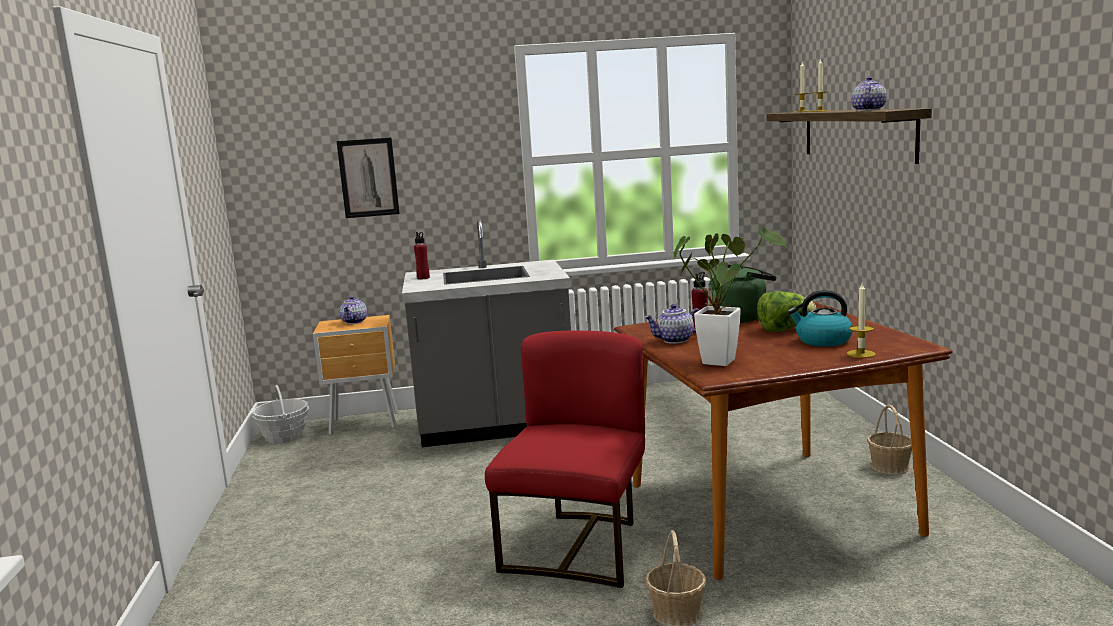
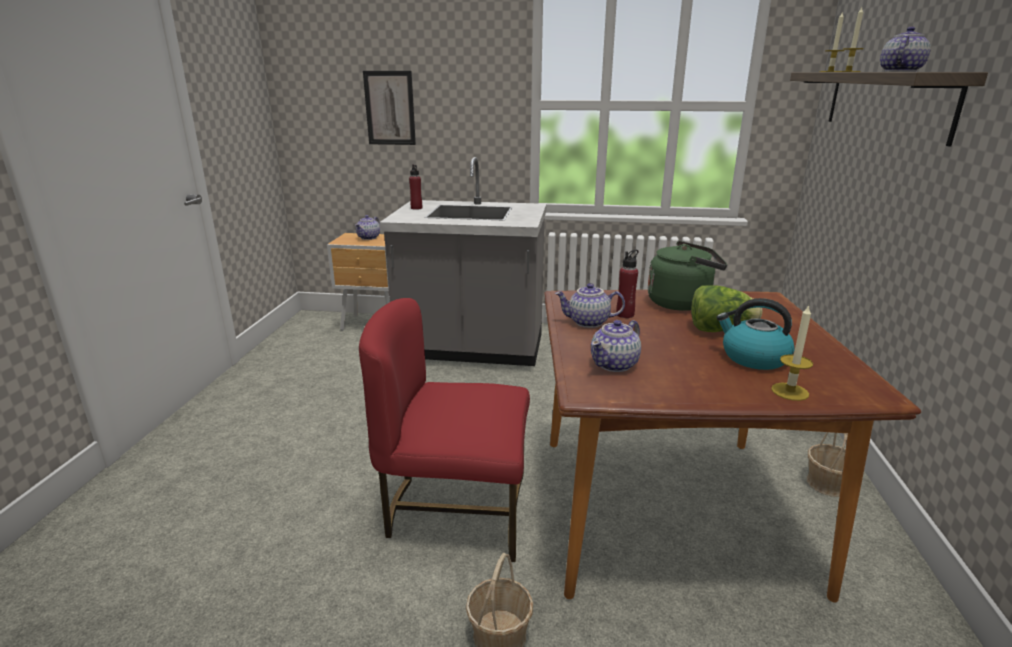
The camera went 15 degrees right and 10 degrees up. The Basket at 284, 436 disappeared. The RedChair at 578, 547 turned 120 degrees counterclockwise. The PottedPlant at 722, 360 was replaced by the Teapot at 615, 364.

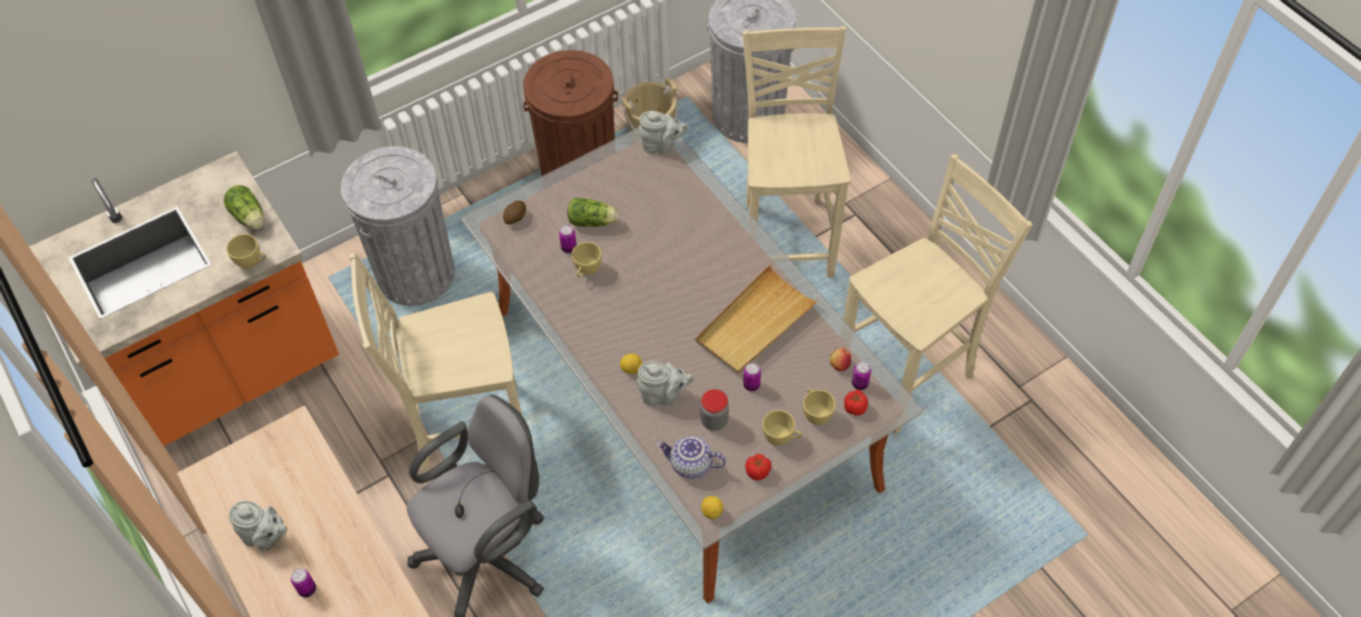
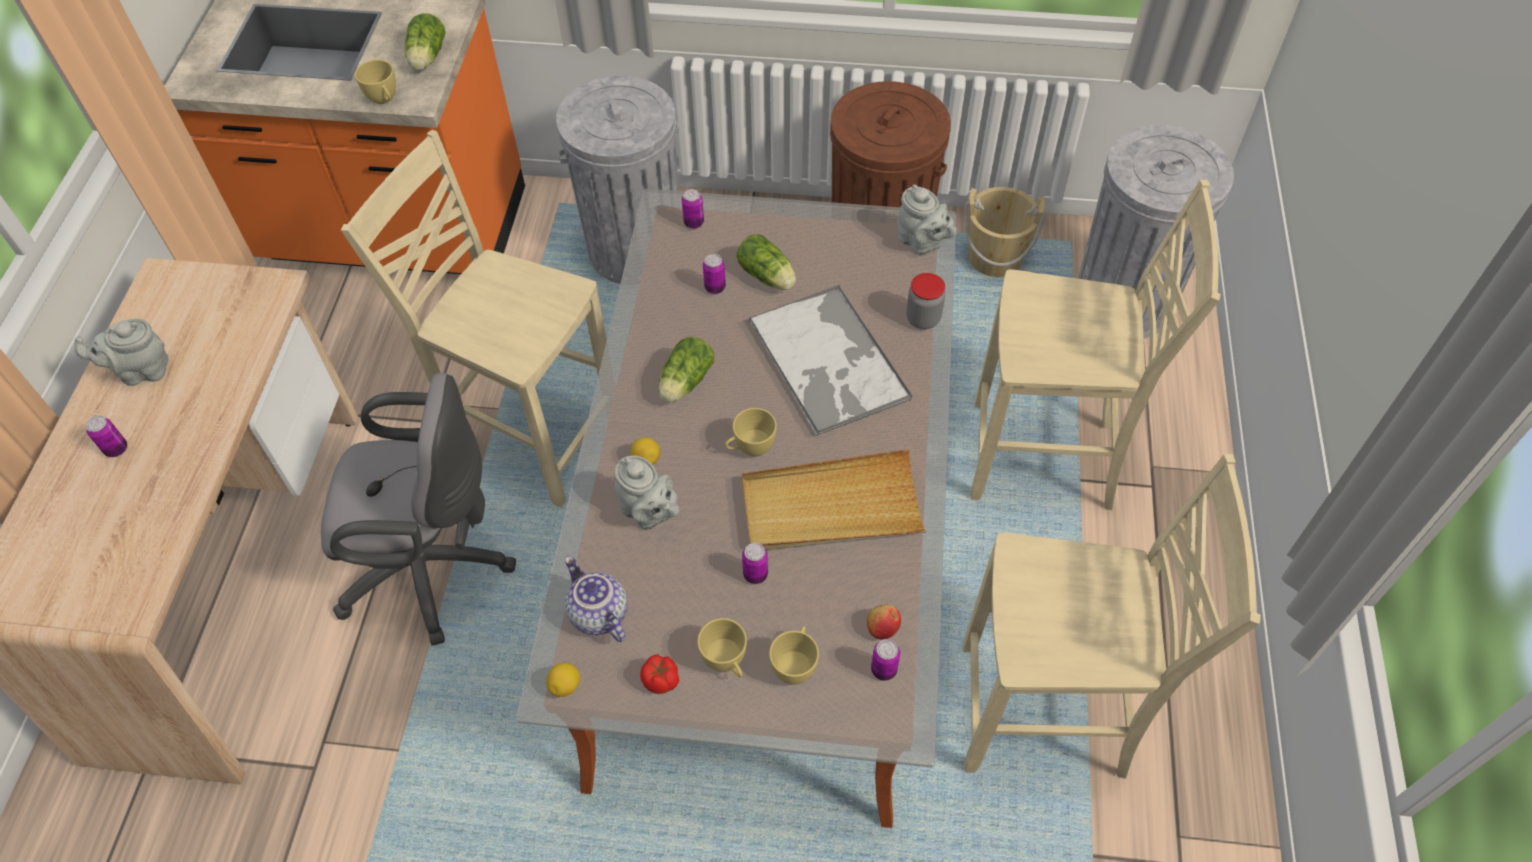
The camera went 40 degrees right and 0 degrees up. The GreyTeapot at 265, 537 turned 105 degrees clockwise. The Potato at 515, 218 was replaced by the Can at 694, 223. The YellowCup moved from 586, 271 to 750, 448. The Jar moved from 714, 420 to 923, 318. The BeigeChair at 787, 237 turned 60 degrees clockwise. The Tomato at 855, 407 disappeared. The Lettuce at 684, 383 appeared. The Tray at 829, 361 appeared.

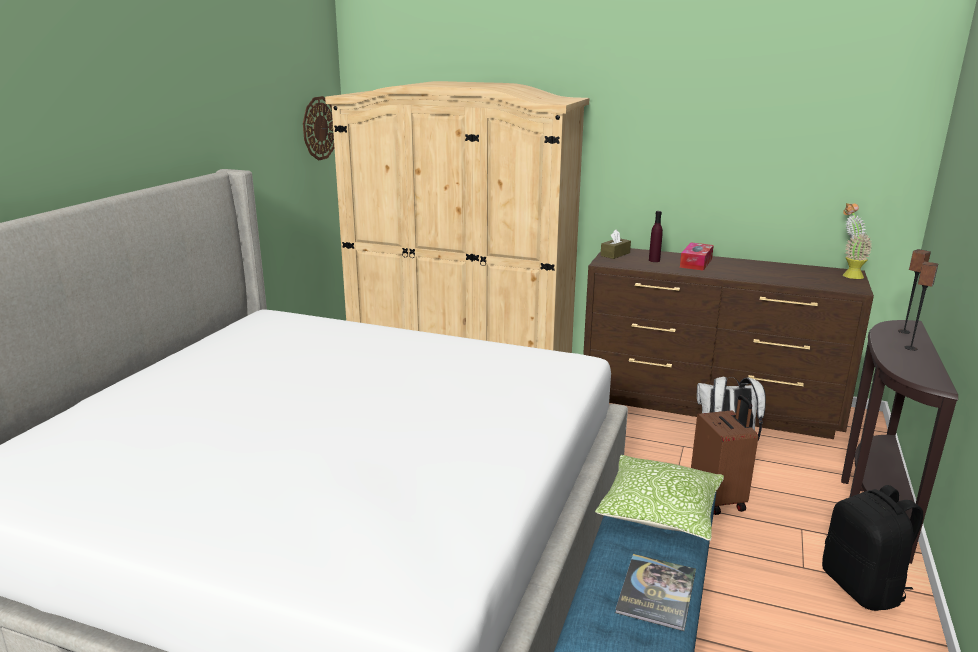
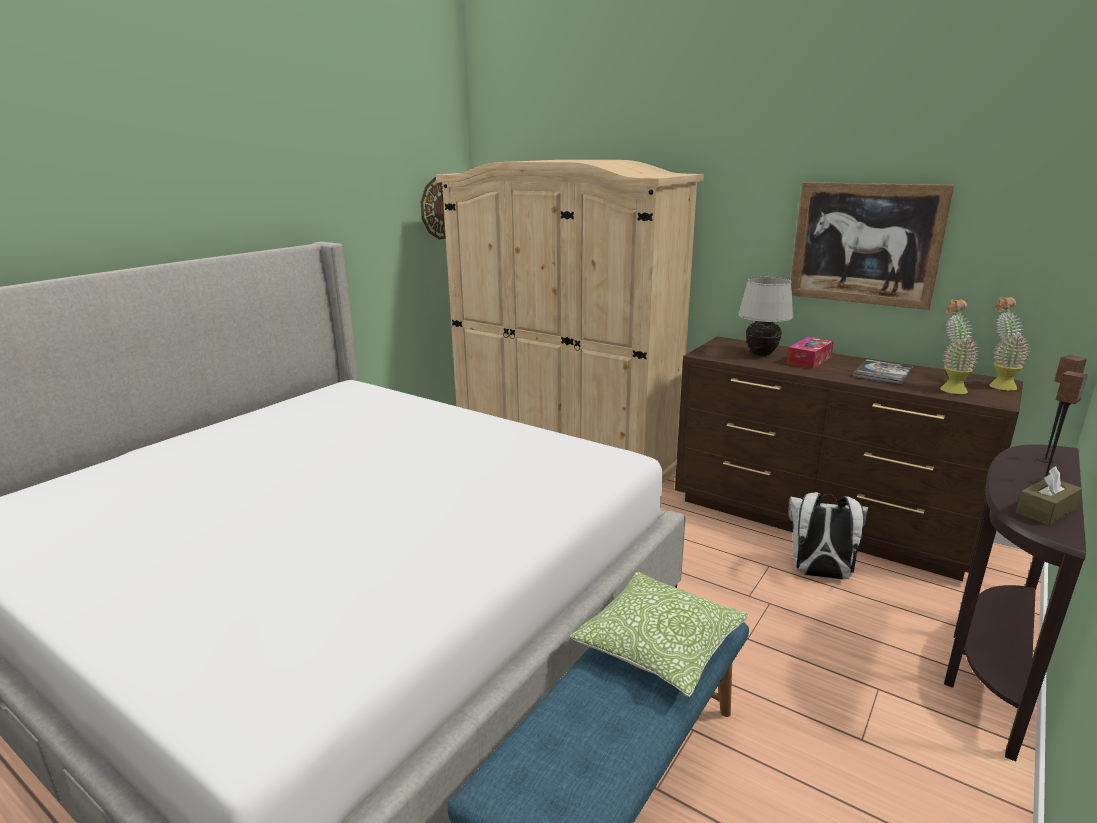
The camera went 15 degrees right and 0 degrees up. The BrownTissueBox moved from 615, 254 to 1045, 511. The Book moved from 656, 592 to 883, 373. The PurpleBottle at 654, 260 was replaced by the WhiteTableLamp at 761, 354. The BrownSuitcase at 719, 499 disappeared. The BlackBackpack at 863, 588 disappeared. The Picture at 865, 244 appeared. The PottedPlant at 948, 388 appeared.

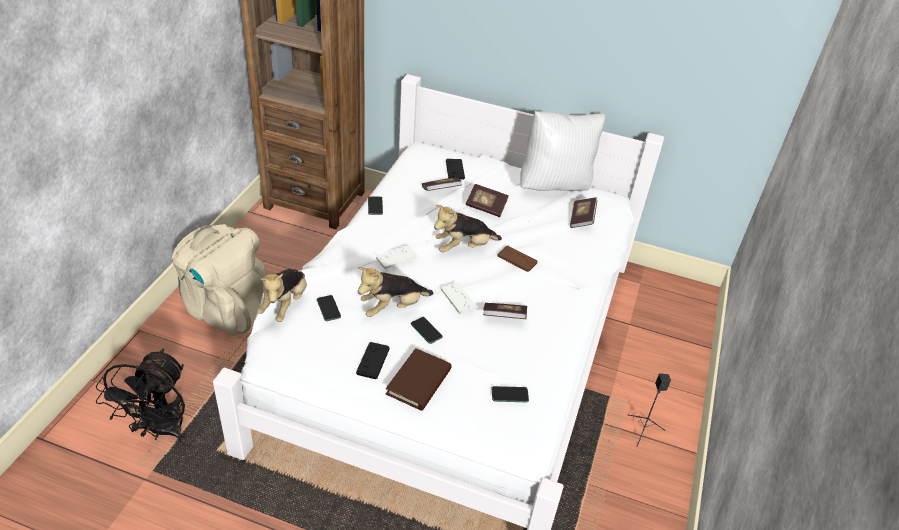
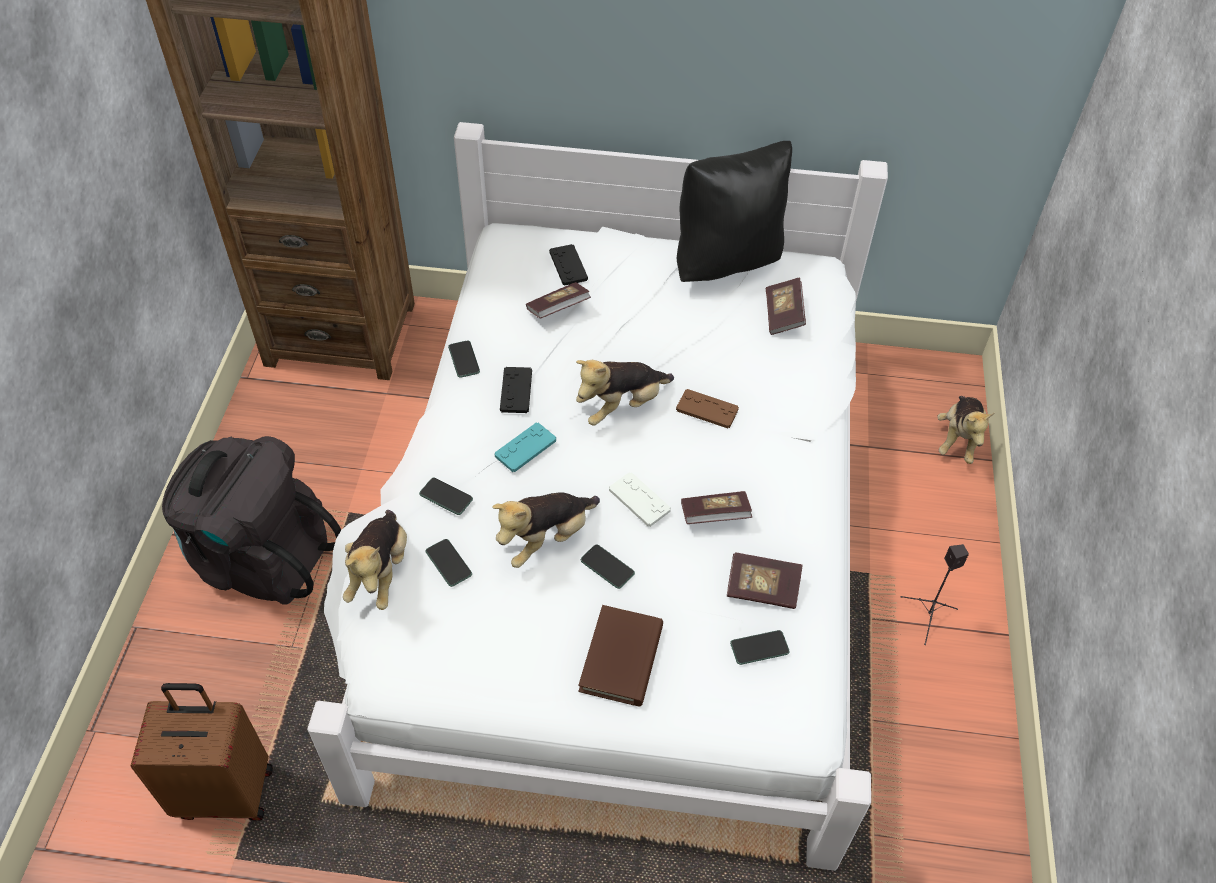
The camera went 10 degrees left and 10 degrees up. The BlackFan at 160, 431 was replaced by the BrownSuitcase at 226, 790. The BeigeBackpack at 226, 308 became the BlackBackpack at 261, 558. The BlackGameController moved from 373, 361 to 516, 391. The WhiteGameController at 396, 257 became the TurquoiseGameController at 525, 448. The Book moved from 486, 207 to 762, 589. The WhitePillow at 555, 185 became the BlackPillow at 727, 261. The Phone at 446, 497 appeared. The PlushToy at 958, 439 appeared.

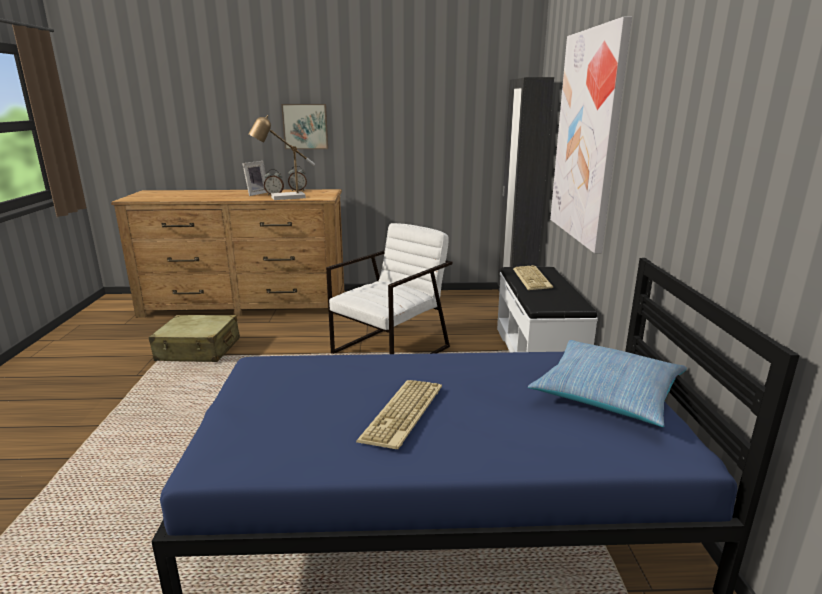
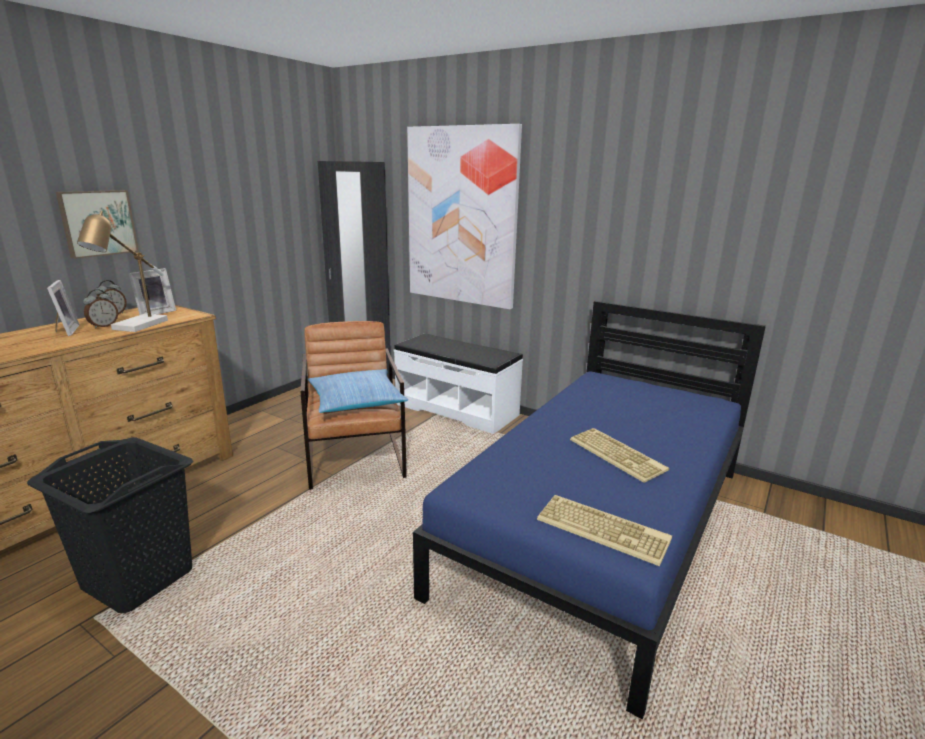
The camera went 55 degrees left and 0 degrees up. The BeigeSuitcase at 198, 350 was replaced by the BlackLaundryBasket at 139, 577. The WhiteArmchair at 391, 350 became the BrownArmchair at 355, 458. The Keyboard moved from 533, 279 to 604, 529. The Pillow moved from 607, 393 to 356, 400. The PictureFrame at 155, 313 appeared.

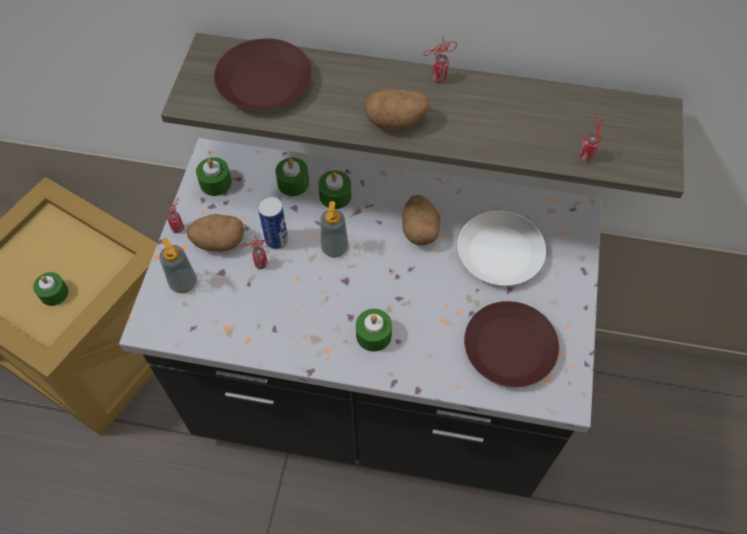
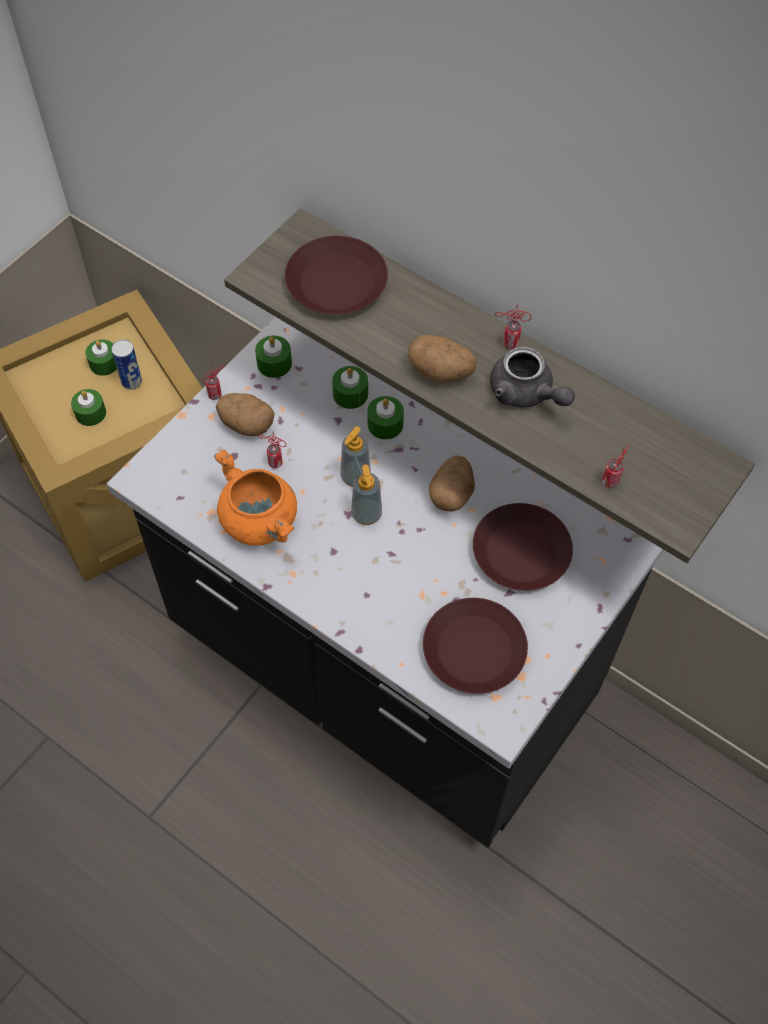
The camera went 25 degrees right and 0 degrees up. The SoapDispenser moved from 183, 283 to 366, 514. The Can moved from 276, 240 to 132, 382. The GreenCandle moved from 373, 335 to 104, 363. The WhitePlate at 499, 253 became the BrownPlate at 520, 552. The OrangeCookingPot at 261, 521 appeared. The GreyTeapot at 526, 394 appeared.

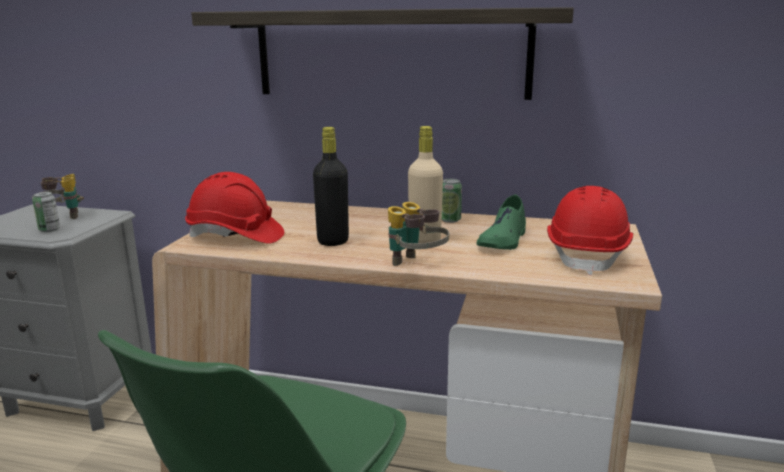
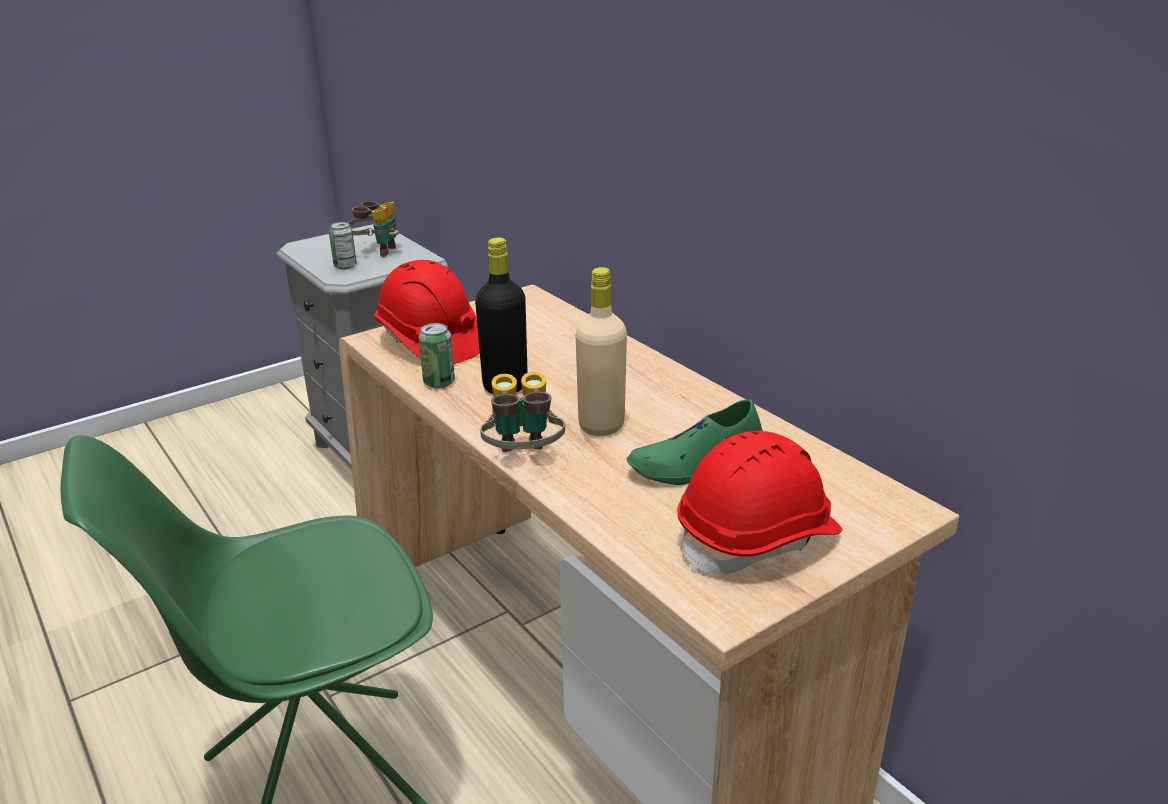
The camera went 40 degrees right and 10 degrees up. The Shelf at 390, 54 disappeared. The Can moved from 450, 220 to 439, 382.

